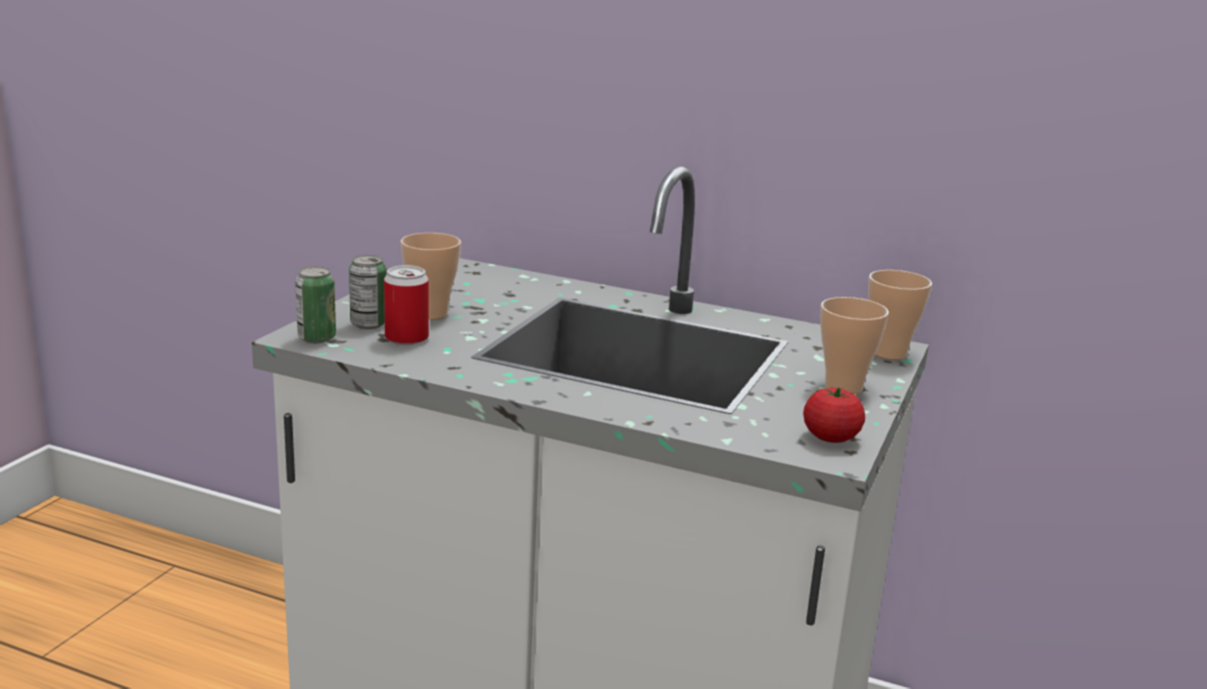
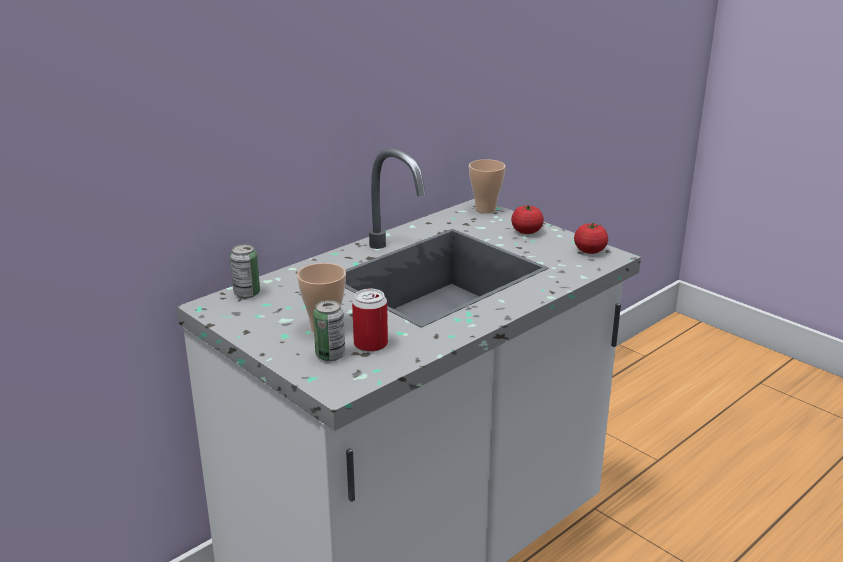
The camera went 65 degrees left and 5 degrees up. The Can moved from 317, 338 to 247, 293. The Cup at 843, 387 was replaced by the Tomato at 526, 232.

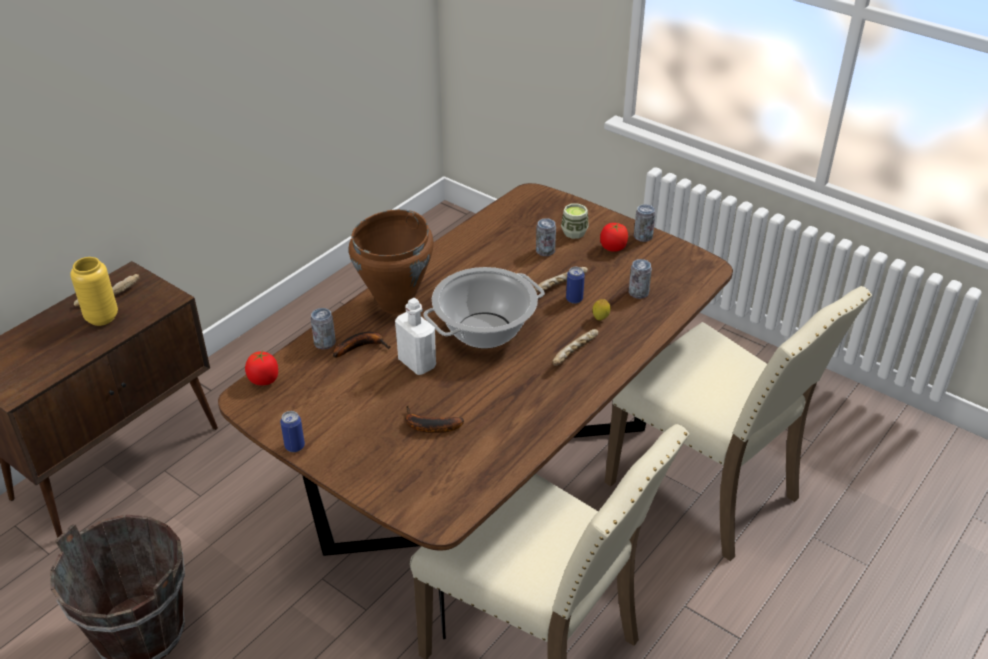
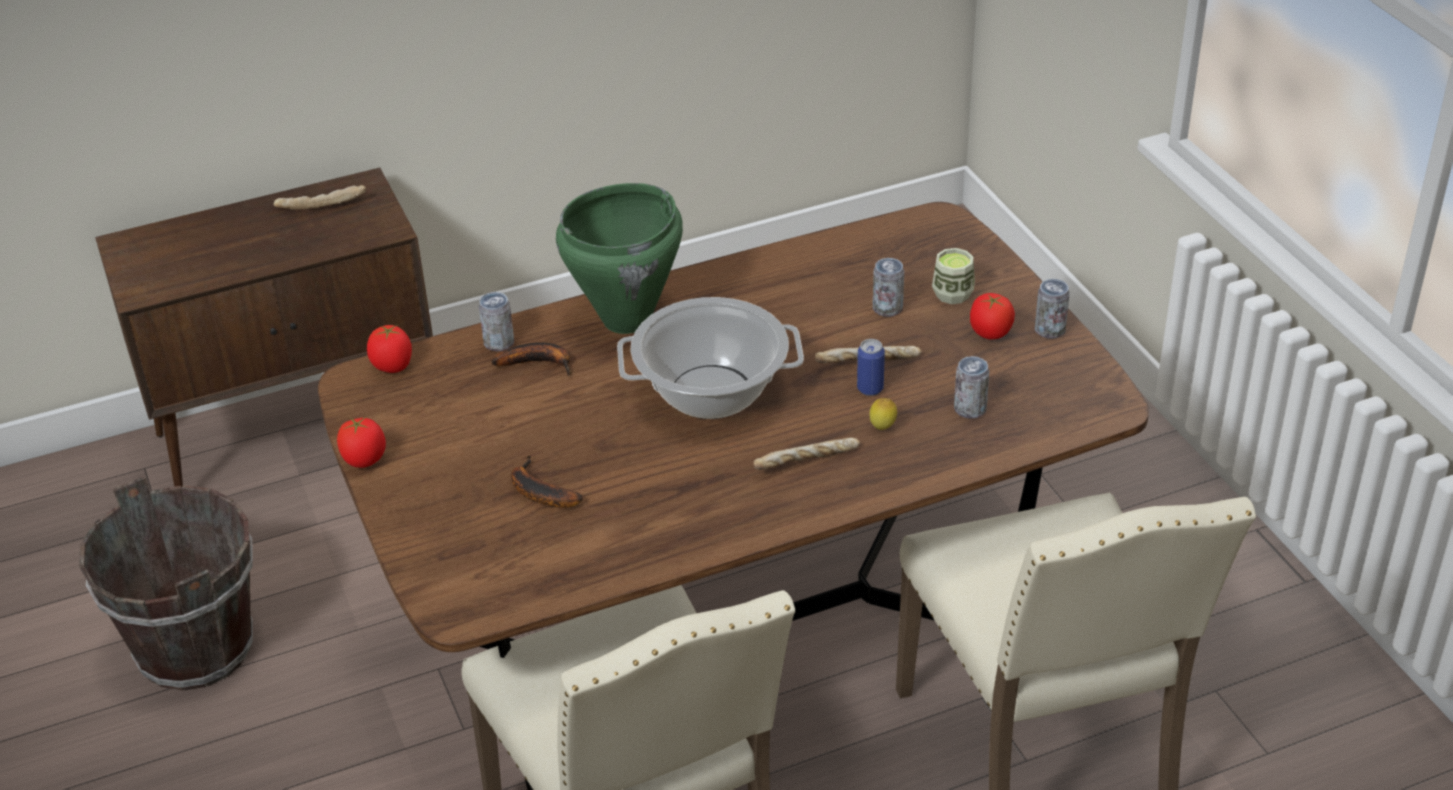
The camera went 30 degrees right and 0 degrees up. The YellowVase at 102, 318 disappeared. The Can at 294, 446 was replaced by the Tomato at 364, 459. The BrownCookingPot at 396, 303 became the GreenCookingPot at 627, 319. The WhiteBottle at 417, 363 disappeared.

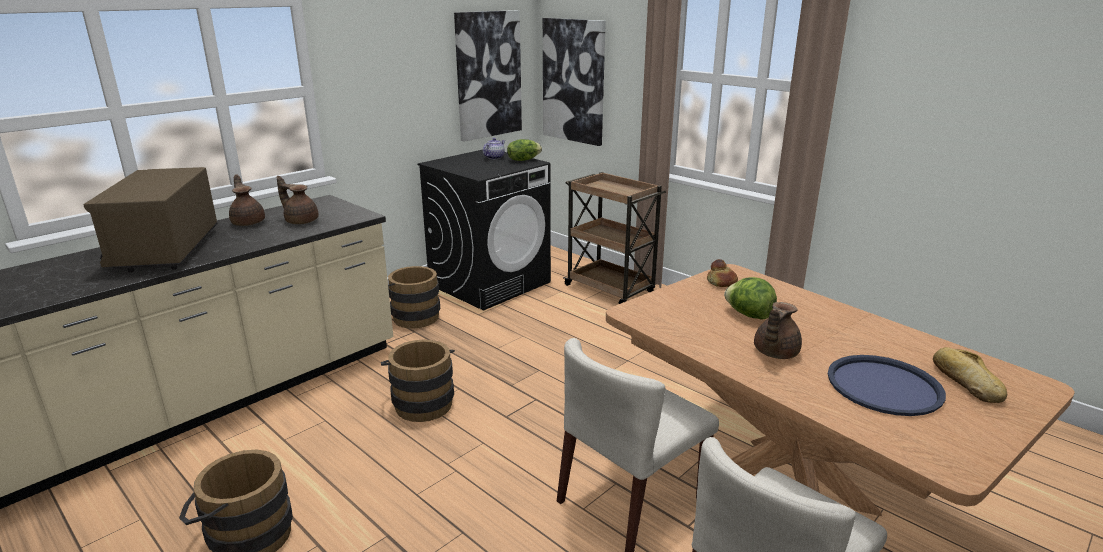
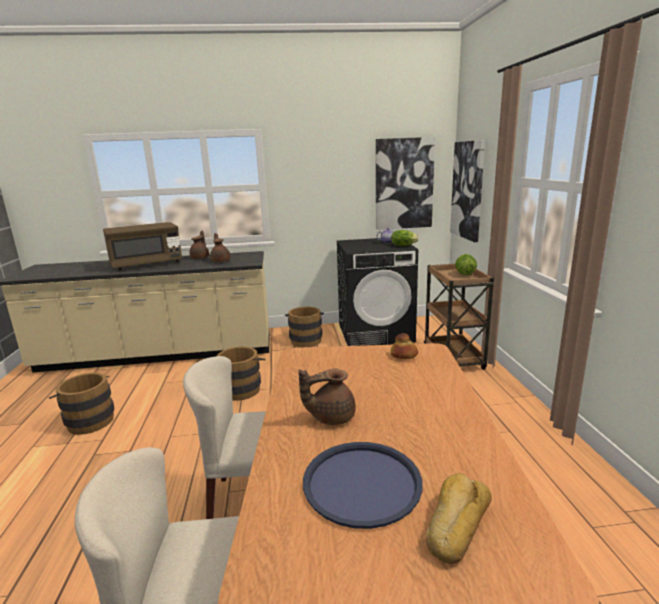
The camera went 40 degrees right and 5 degrees down. The BrownMicrowave at 166, 250 turned 150 degrees counterclockwise. The Lettuce moved from 748, 315 to 464, 274.

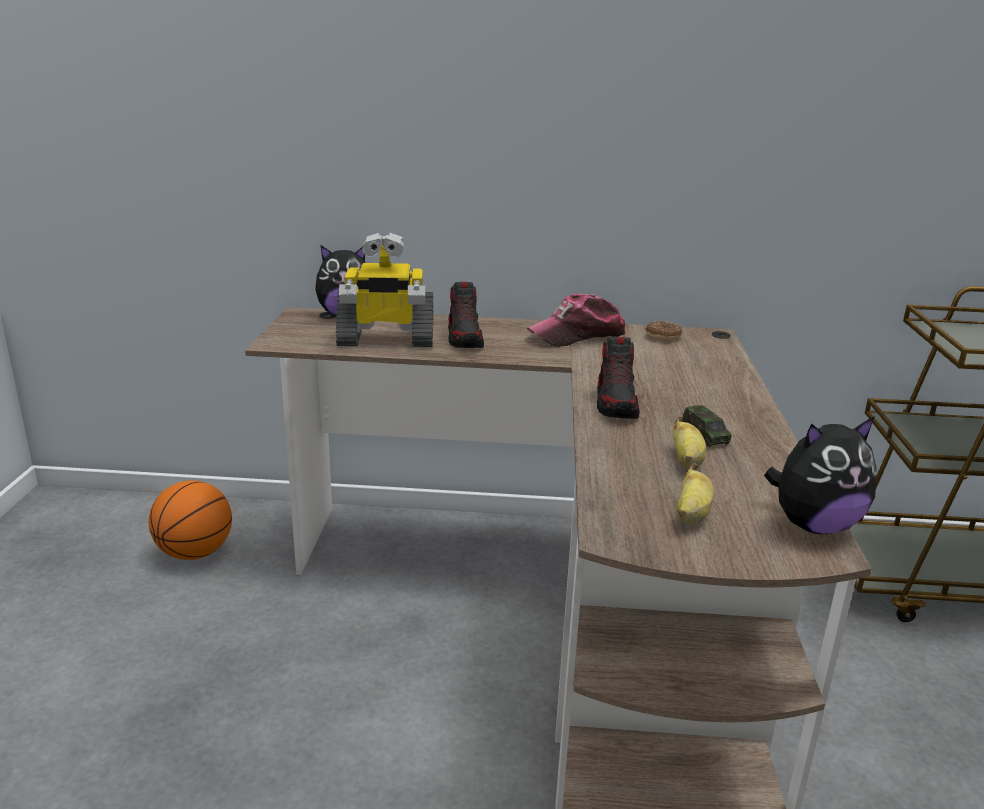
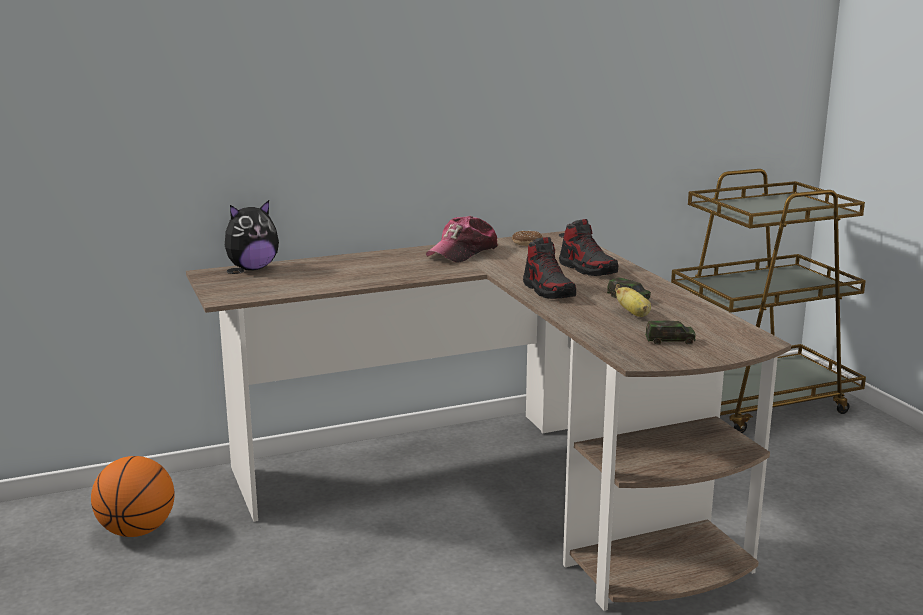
The camera went 25 degrees left and 5 degrees down. The ToyRobot at 385, 340 disappeared. The Shoe moved from 465, 338 to 587, 269. The Banana at 691, 515 was replaced by the ToyCar at 670, 340. The PlushToy at 813, 525 disappeared.

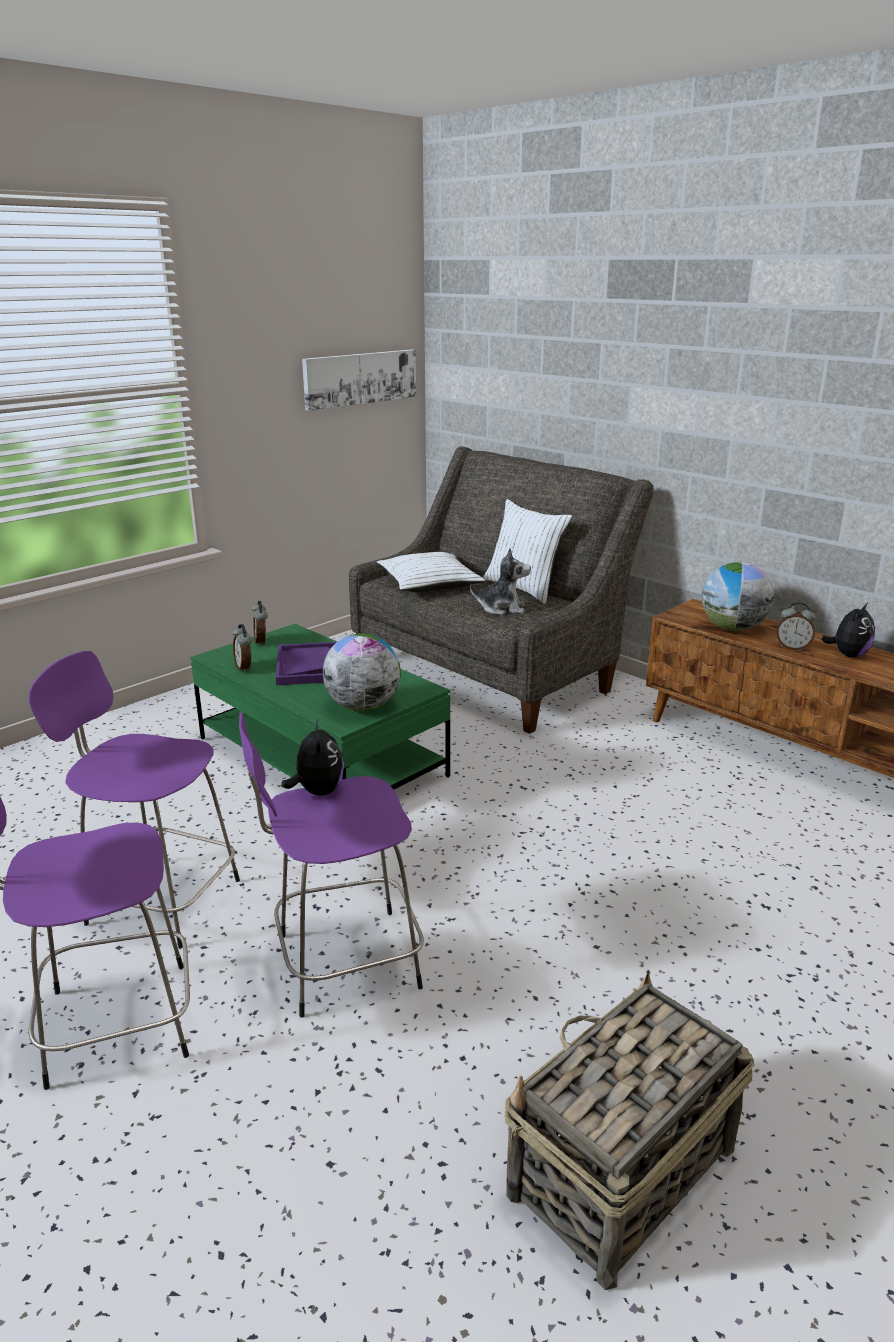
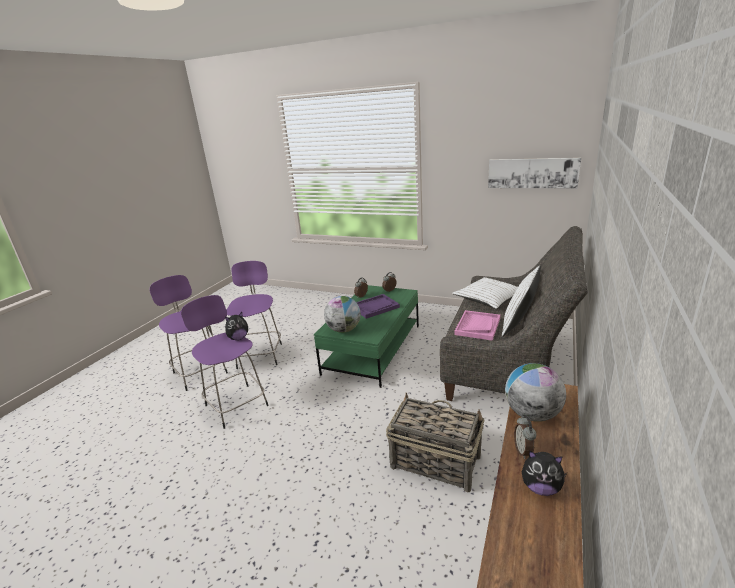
The camera went 70 degrees right and 0 degrees up. The PlushToy at 501, 608 was replaced by the PinkTray at 477, 326. The Basket moved from 620, 1172 to 434, 461.

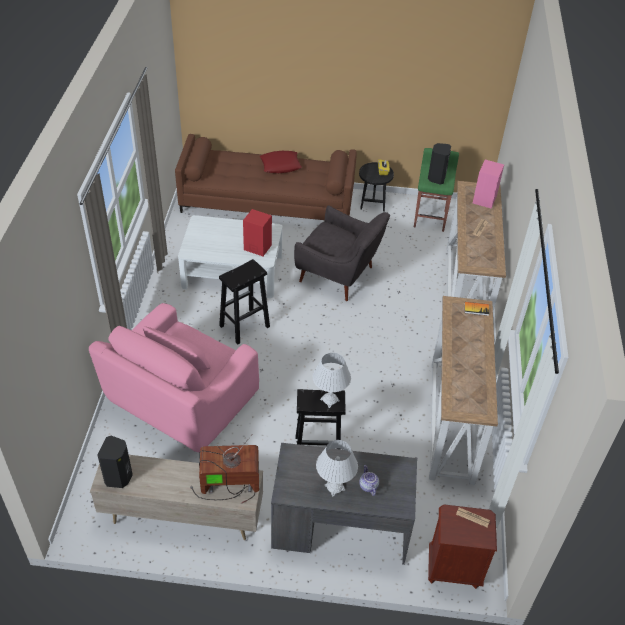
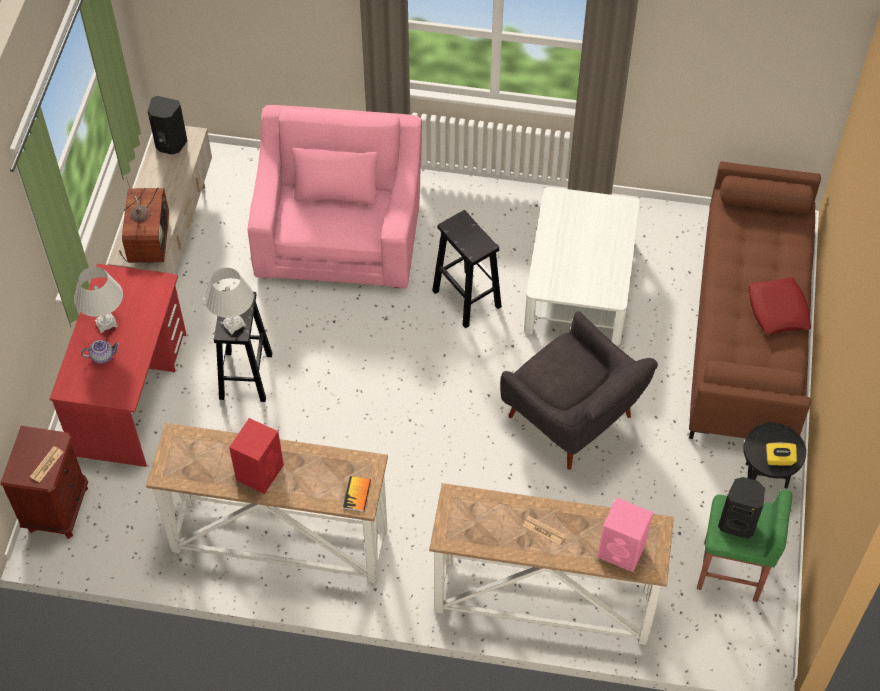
The camera went 95 degrees right and 10 degrees up. The PinkArmchair at 180, 400 turned 60 degrees clockwise. The RedSpeaker moved from 257, 247 to 260, 471. The GreyDesk at 340, 528 became the RedDesk at 131, 394. The GreyArmchair at 339, 276 turned 75 degrees counterclockwise.

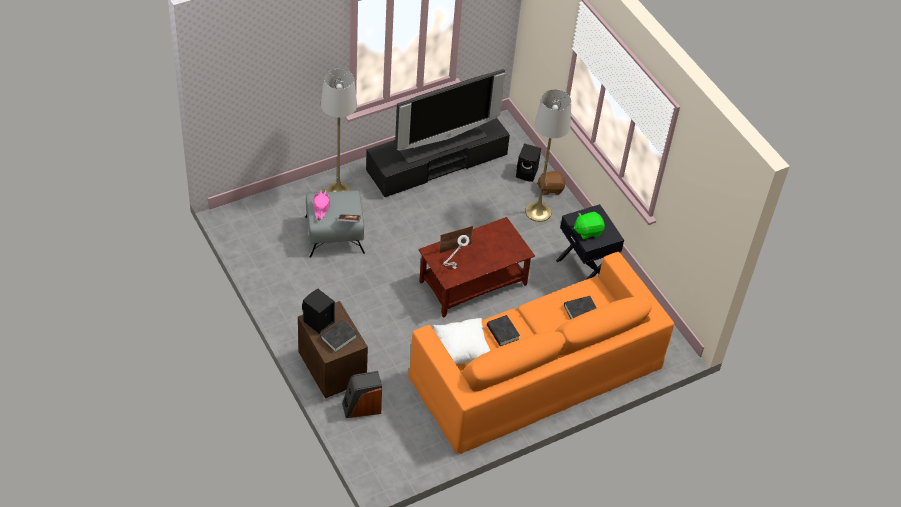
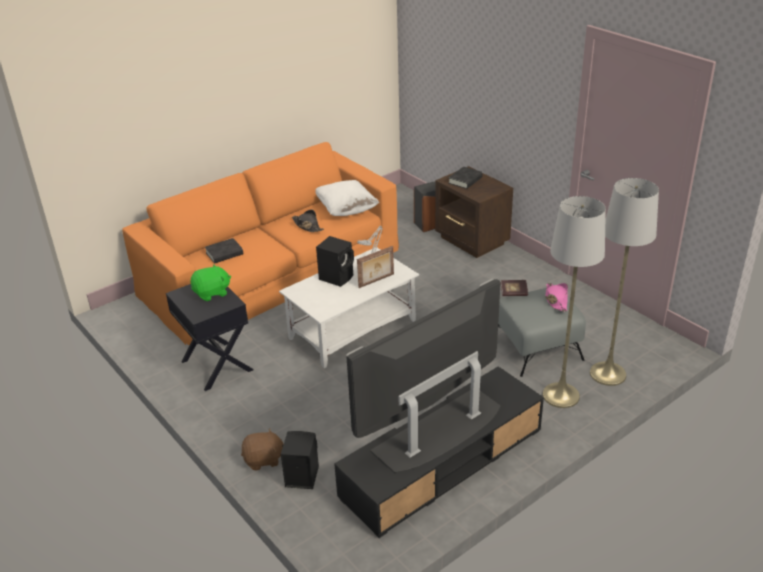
The camera went 175 degrees right and 15 degrees down. The BlackSpeaker moved from 317, 322 to 337, 277. The BrownCoffeeTable at 472, 284 became the WhiteCoffeeTable at 353, 329. The BlackBook at 502, 332 was replaced by the BlackHat at 307, 226. The GreyFloorLamp moved from 538, 212 to 607, 374.

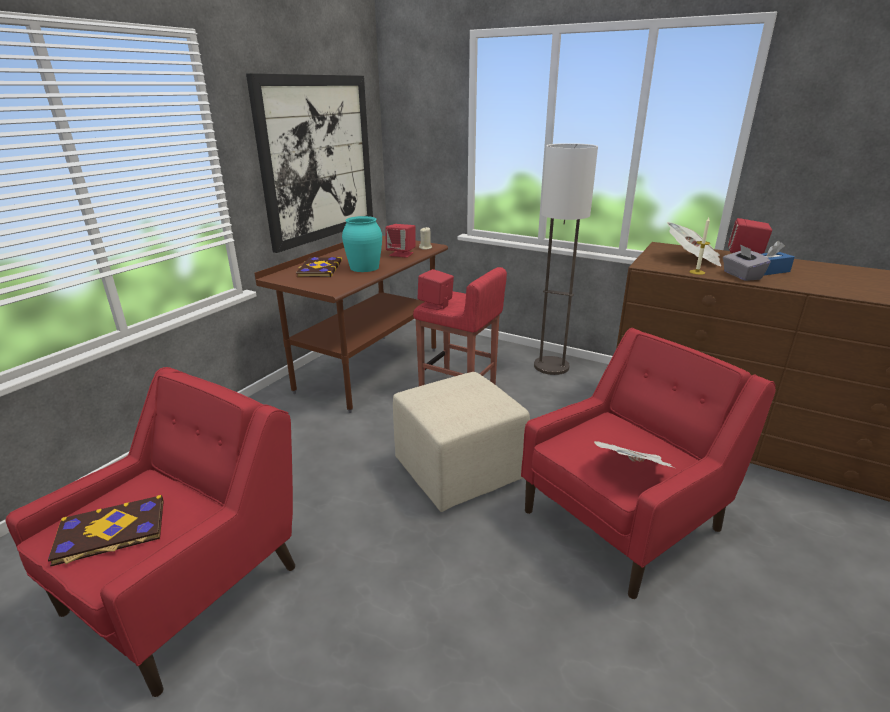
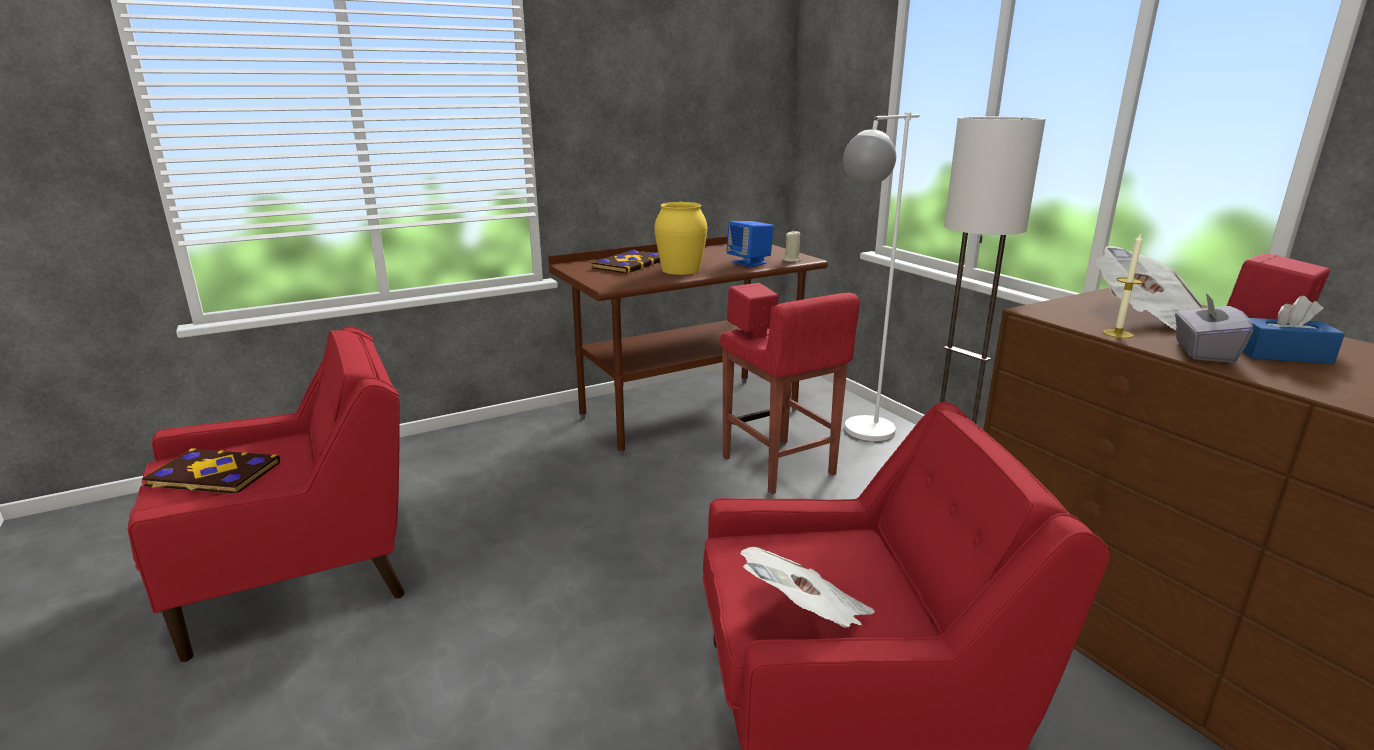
The camera went 30 degrees right and 5 degrees down. The Picture at 318, 159 disappeared. The TurquoiseVase at 364, 267 became the YellowVase at 680, 270. The RedSpeaker at 401, 254 became the BlueSpeaker at 749, 262. The BeigeOttoman at 459, 470 disappeared. The WhiteFloorLamp at 859, 436 appeared.

